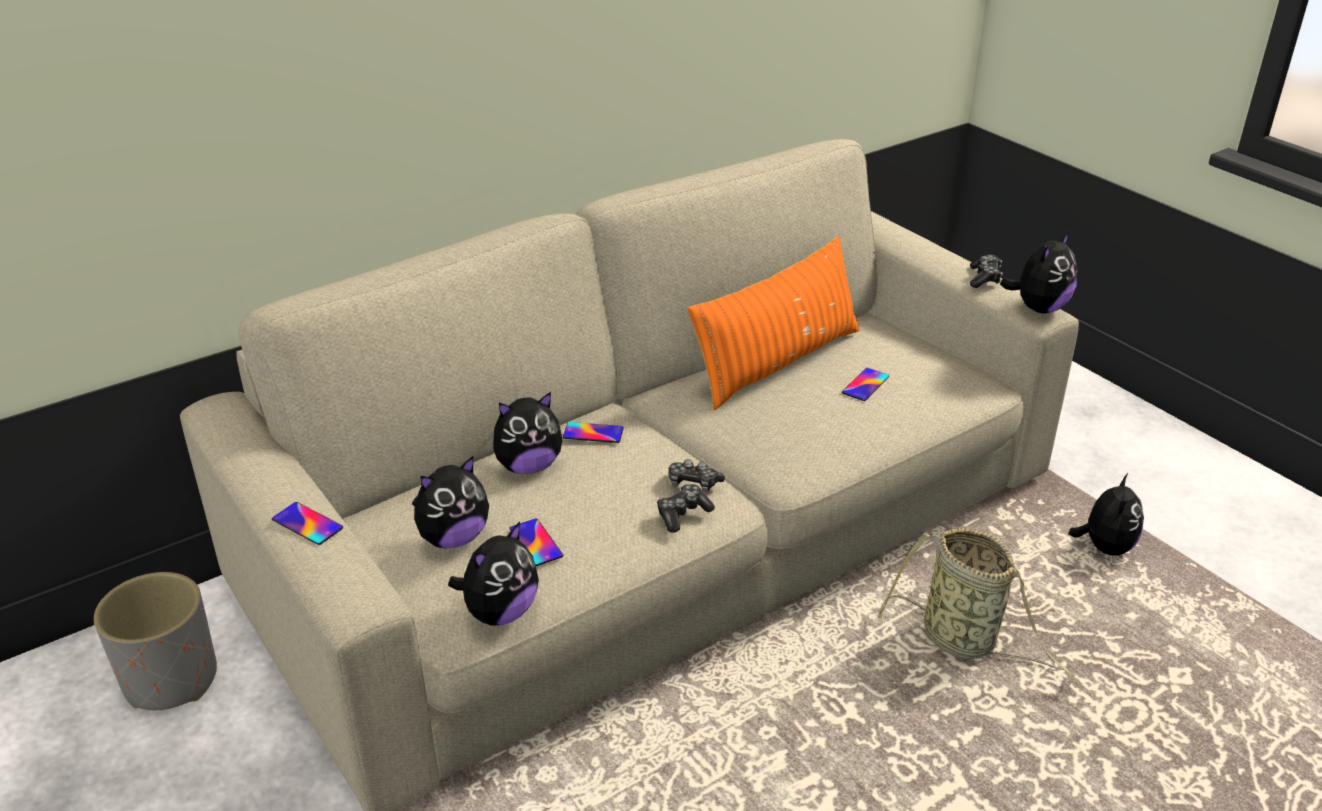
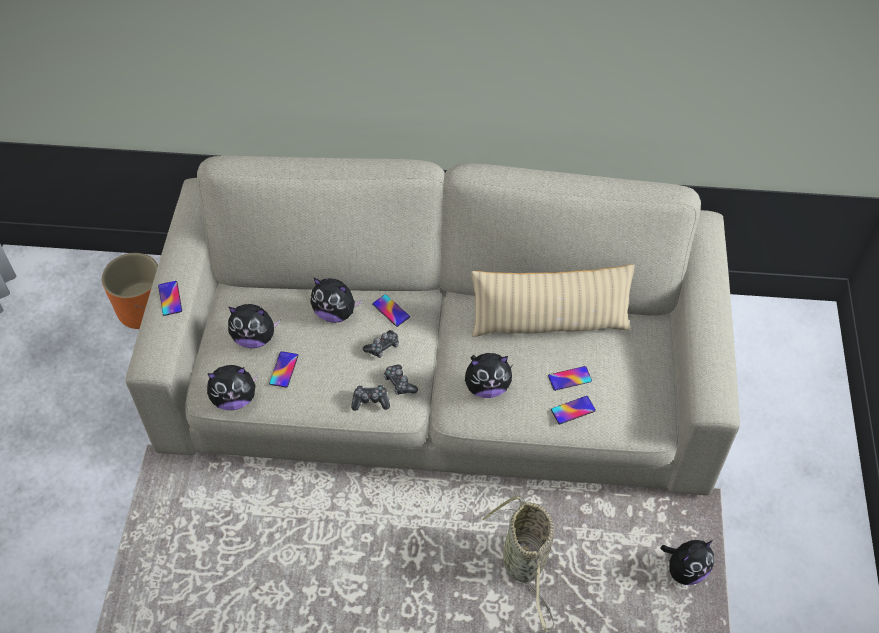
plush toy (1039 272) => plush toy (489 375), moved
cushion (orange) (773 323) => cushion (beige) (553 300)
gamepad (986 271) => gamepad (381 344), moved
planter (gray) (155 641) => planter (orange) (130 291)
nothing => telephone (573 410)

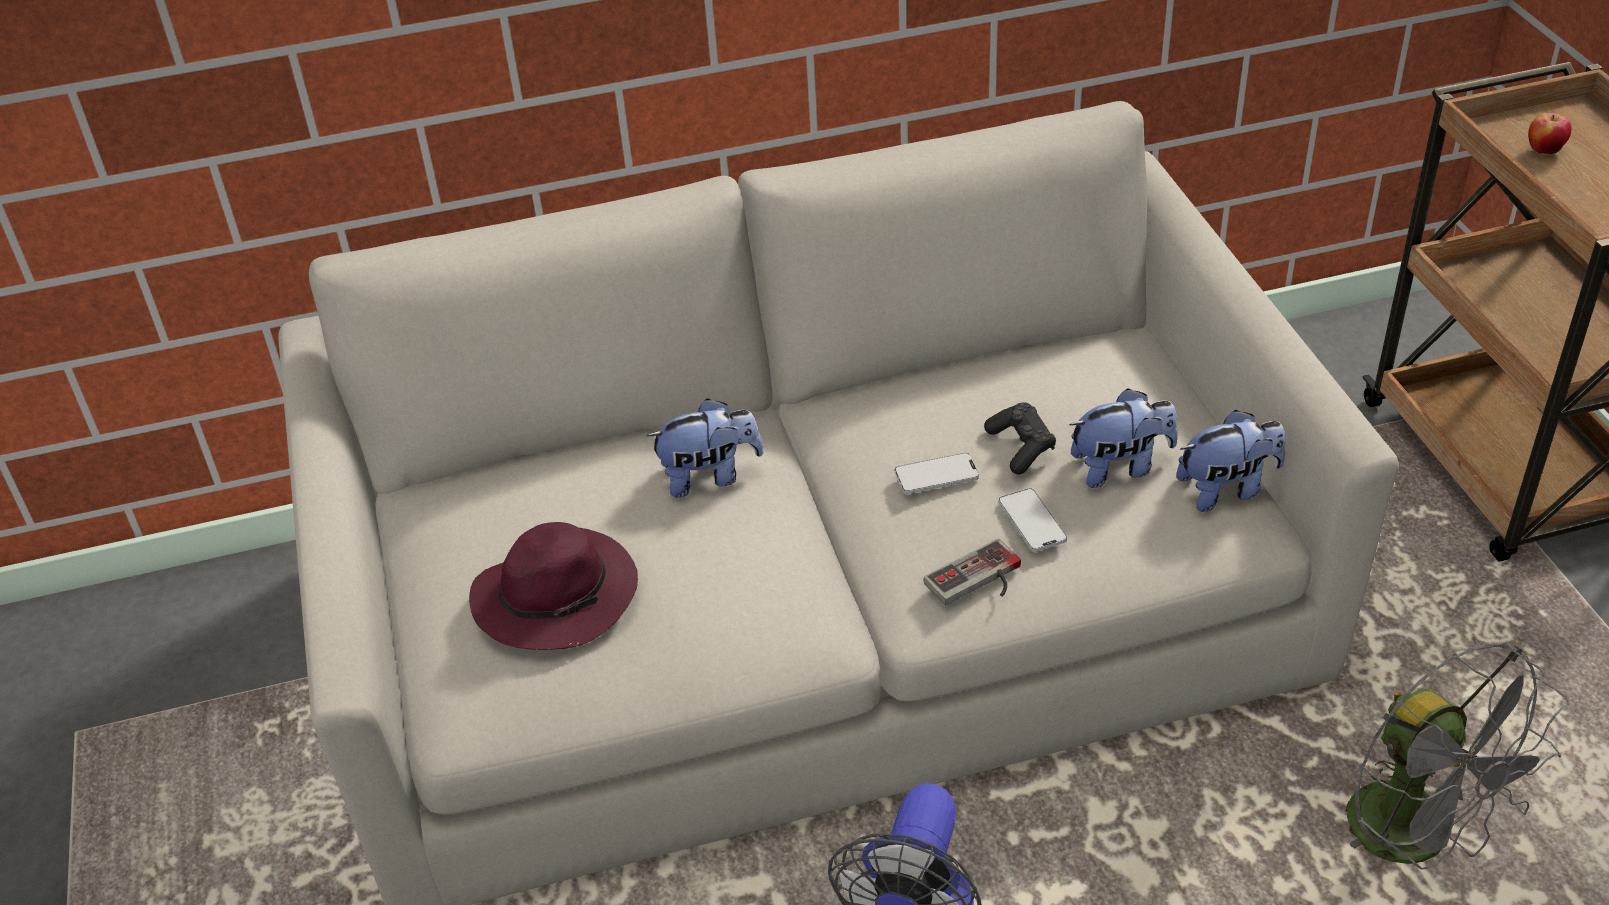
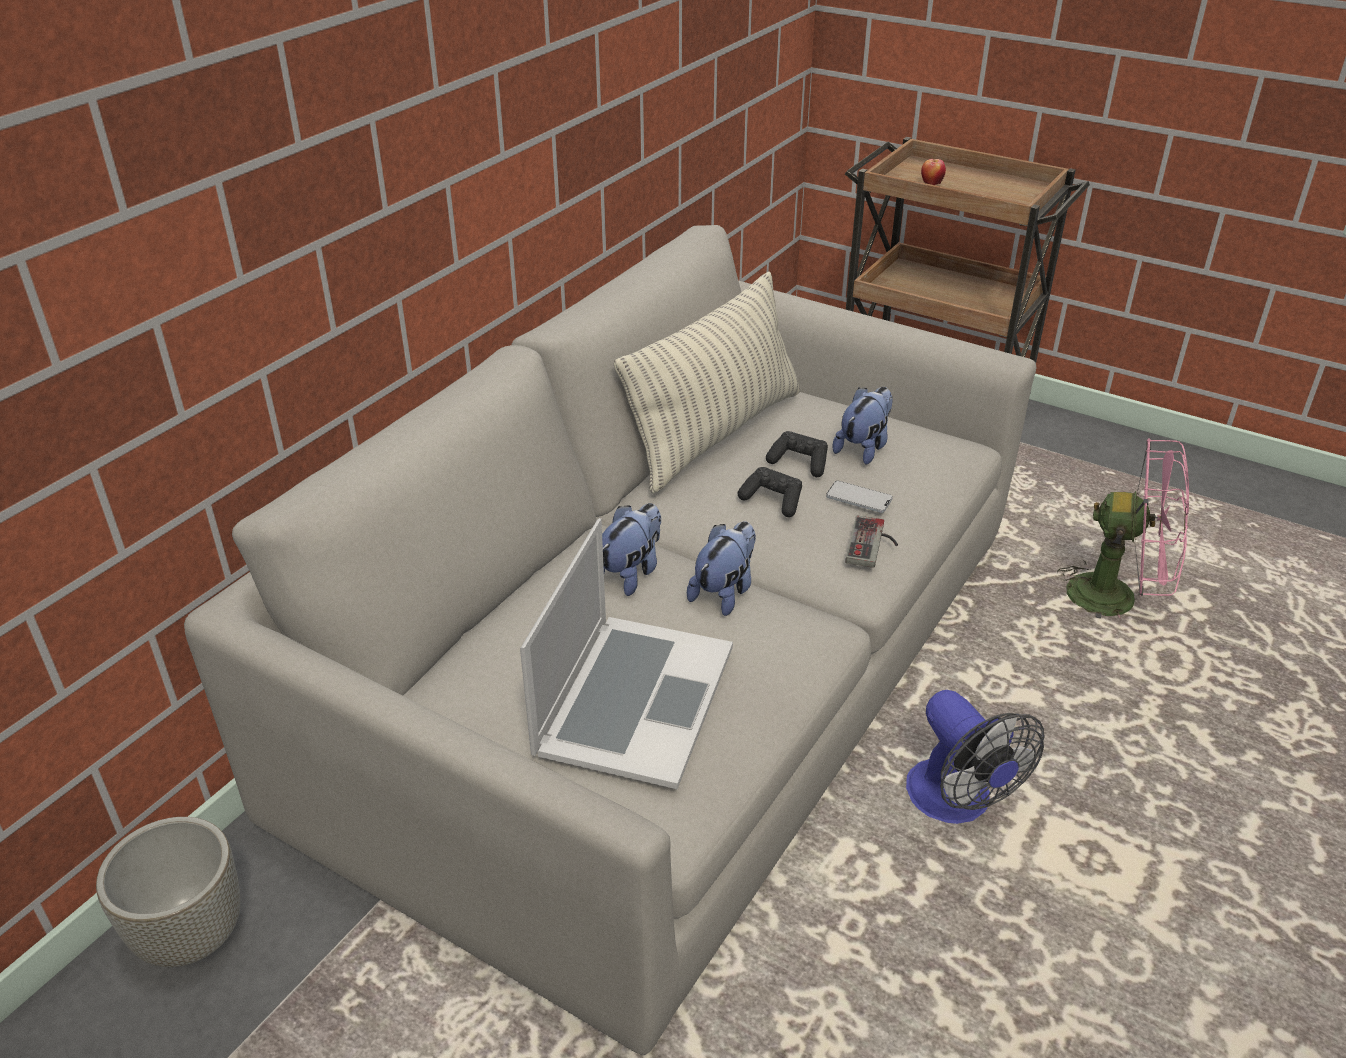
plush toy (1231 461) => plush toy (721 568), moved
telephone (937 473) => gamepad (blackish) (770 492)
hat (purple-coloured) (553 586) => notebook computer (626 653)
cooling fan (gray) (1457 756) => cooling fan (pink-coloured) (1123 528)
nothing => cushion (707 382)
nothing => planter (gray) (168 892)

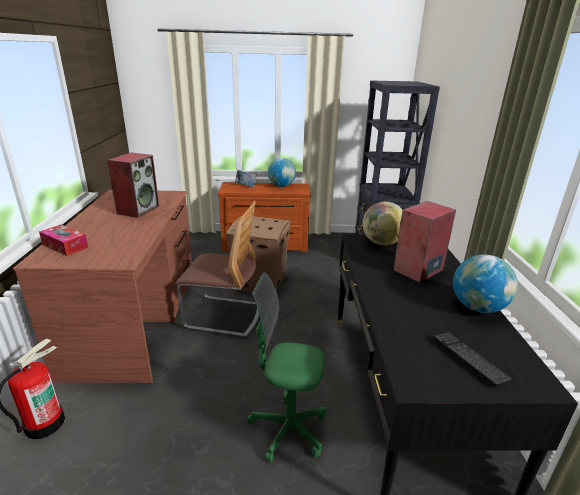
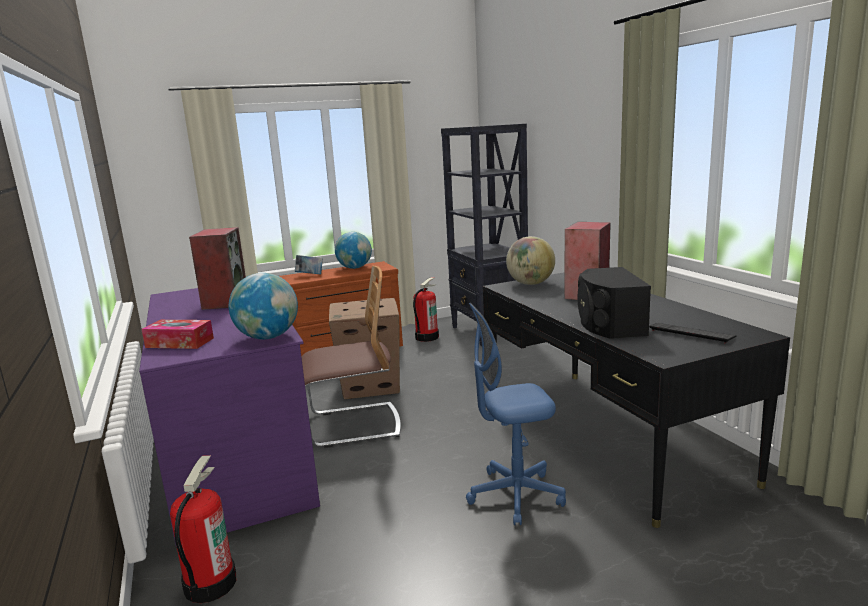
desk table (brownish) (102 286) => desk table (purple-coloured) (229 416)
desk globe (485 284) => desk globe (263 306), moved
office chair (greenish) (287 368) => office chair (blue-coloured) (516 414)
nothing => audio speaker (blackish) (614 303)
nothing => extinguisher (426 309)

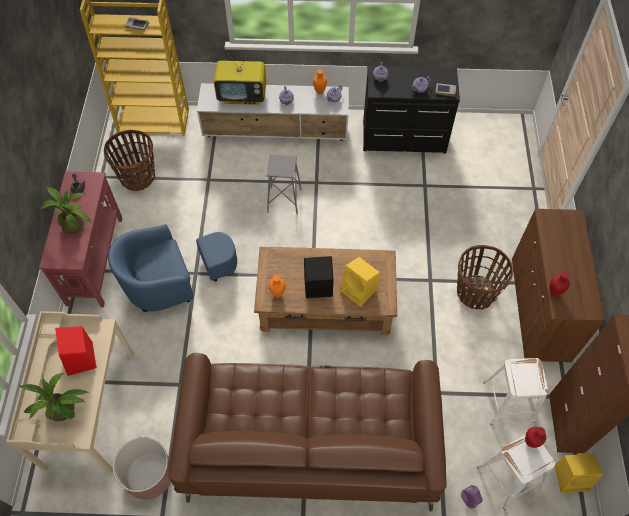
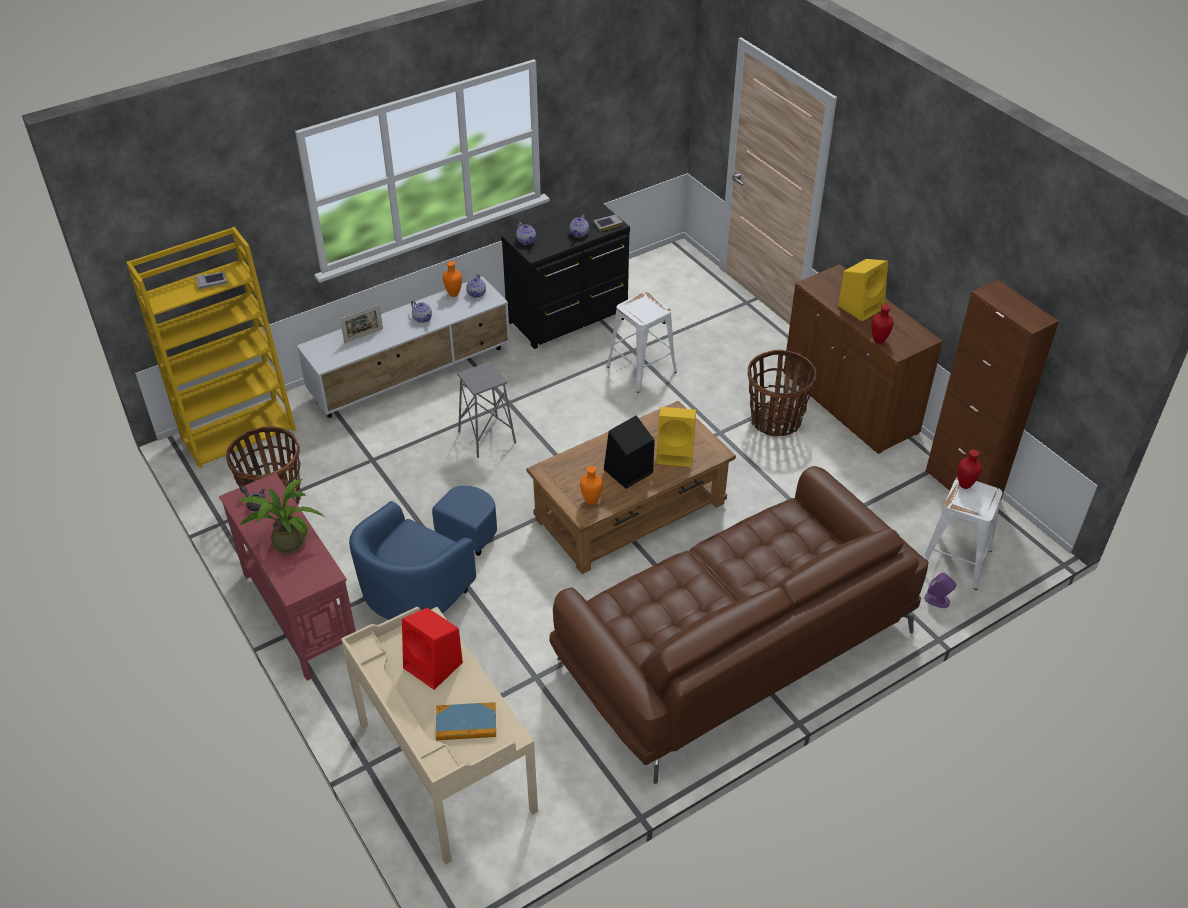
TV set (240 79) => photo frame (361 324)
stool (whitish) (515 391) => stool (whitish) (642 342), moved
houseplant (53 397) => book (466 721)
planter (brownish) (142 468) => nothing
audio speaker (yellowish) (578 473) => audio speaker (yellowish) (863 290), moved

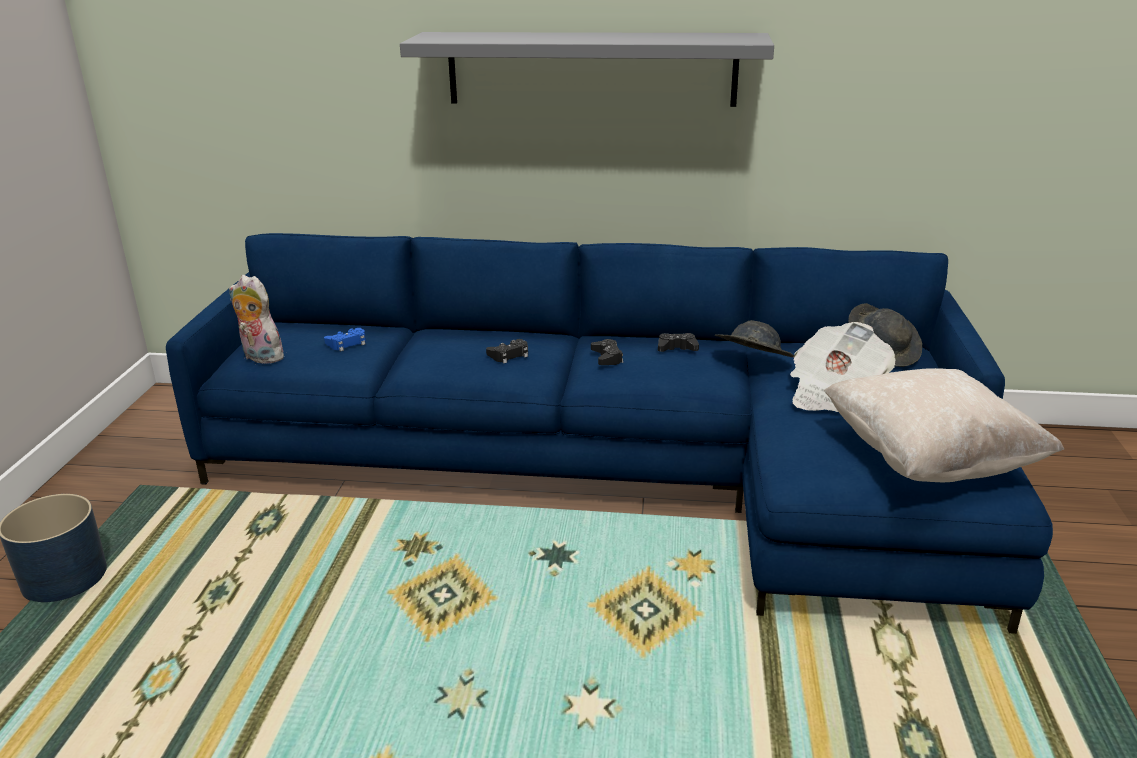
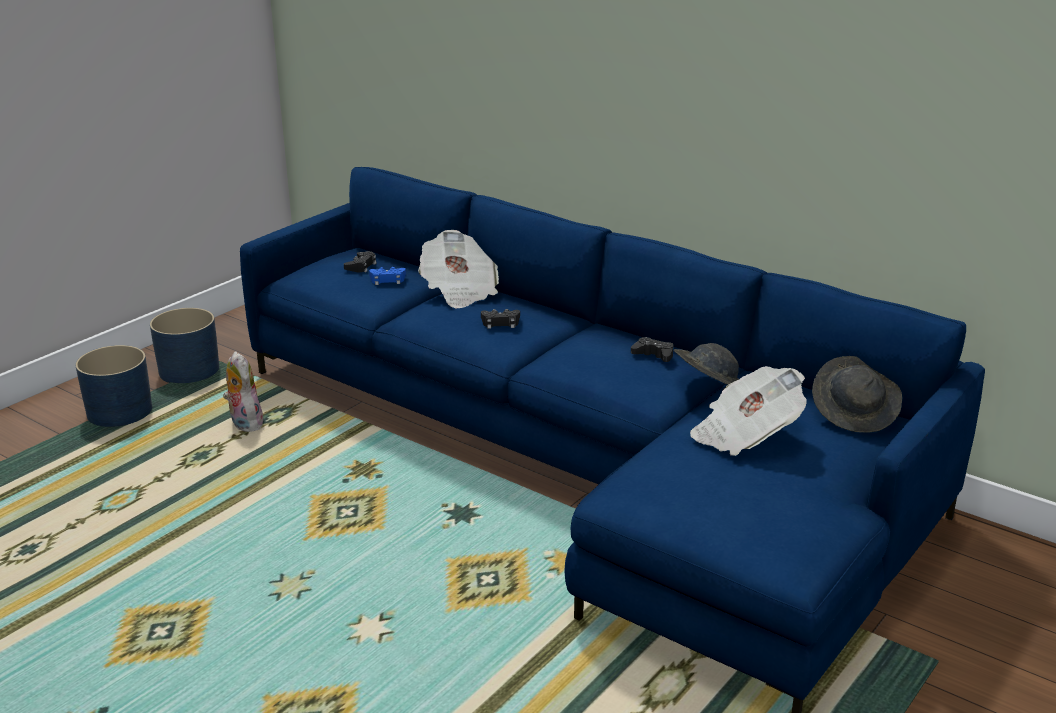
bracket shelf (gray) (587 69) => nothing
plush toy (258 319) => plush toy (243 391), moved
gamepad (blackish) (607 352) => gamepad (blackish) (360 261), moved
cushion (beige) (944 425) => nothing
nothing => newspaper (458 269)
nothing => planter (blue-coloured) (184 345)

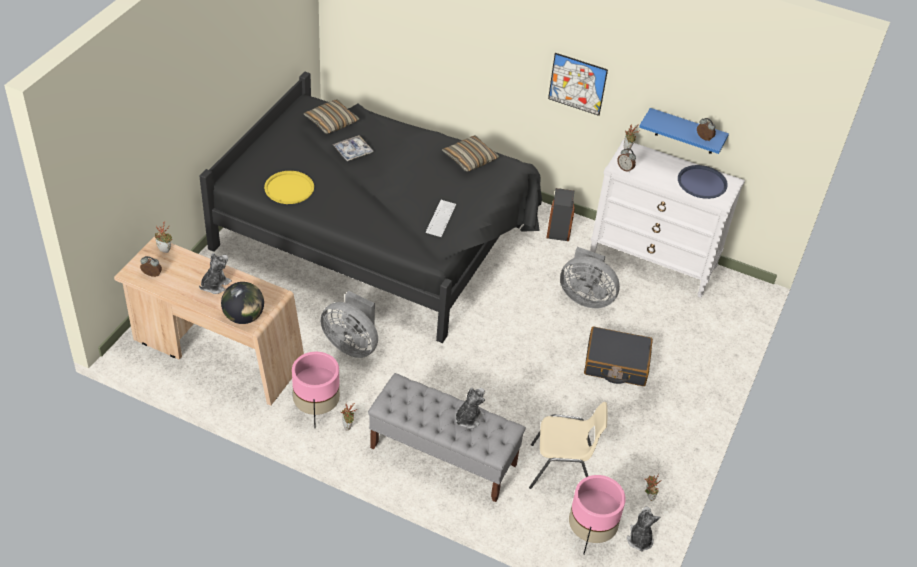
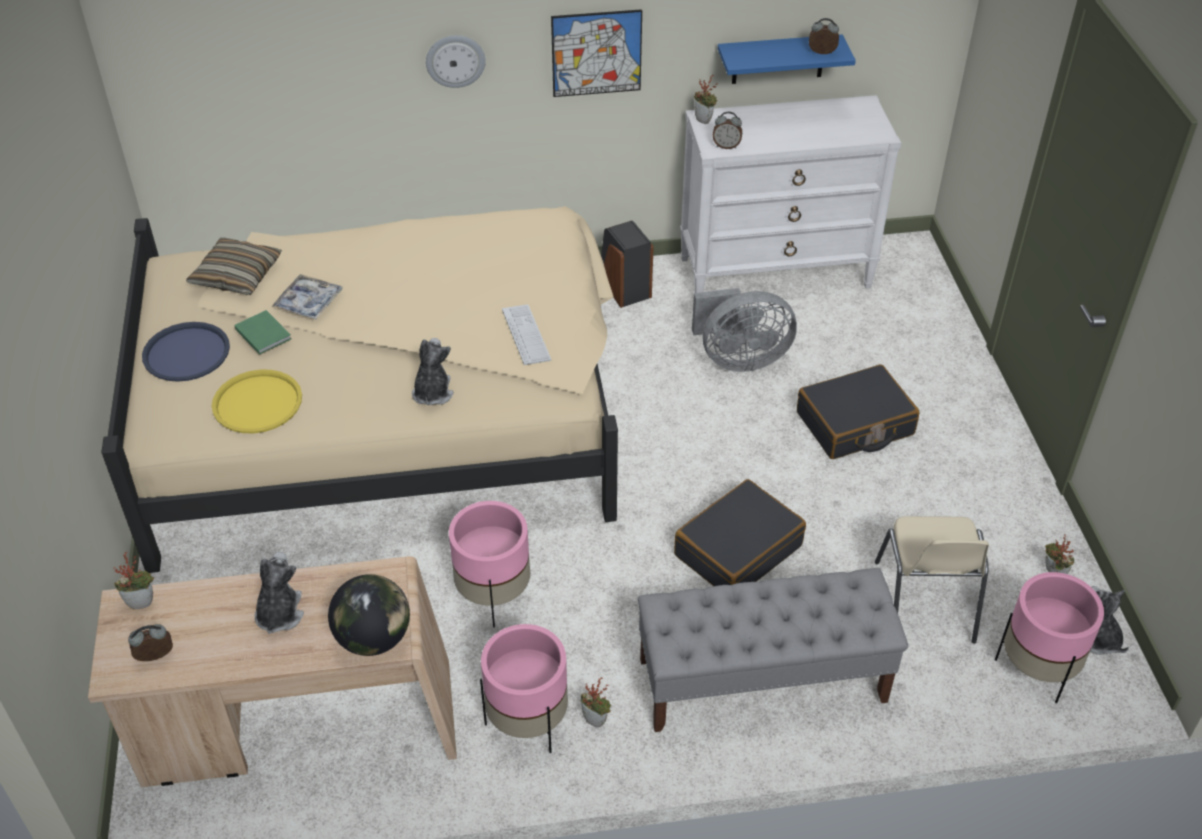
sleeping bed (blackish) (370 207) => sleeping bed (beige) (359 389)
cushion (470 153) => nothing
carrying tray (blue-coloured) (703 182) => carrying tray (blue-coloured) (186 352), moved
cooling fan (gray) (349 324) => planter (pink-coloured) (489 564)
plush toy (470 408) => plush toy (432 371), moved
plain chair (beige) (568 445) => plain chair (beige) (932 580), 120 degrees clockwise
nothing => hanging clock (456 61)
nothing => book (greenish) (262 332)
nothing => suitcase (blackish) (740 532)

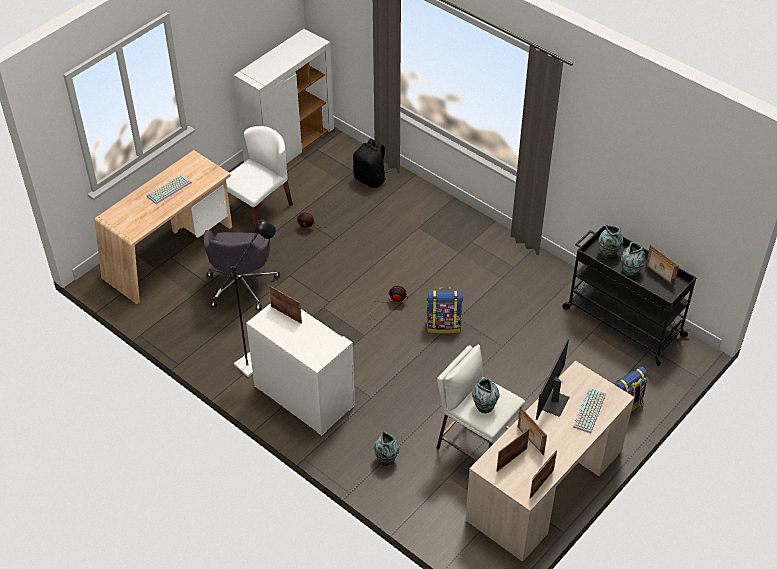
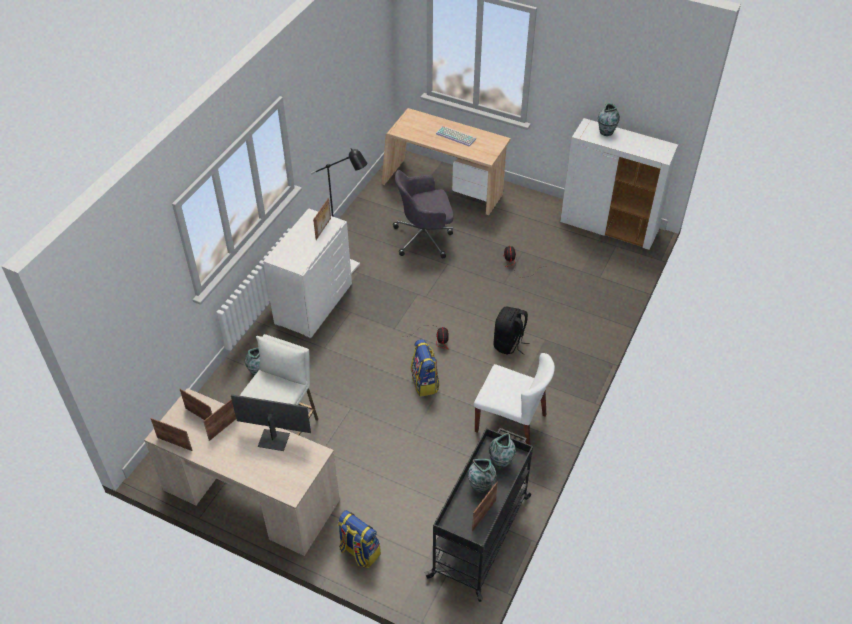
plain chair (whitish) (259 179) => plain chair (whitish) (514 399), moved
knapsack (blackish) (370 163) => knapsack (blackish) (512 331), moved
vase (485 395) => vase (609 119), moved
computer keyboard (589 410) => nothing

